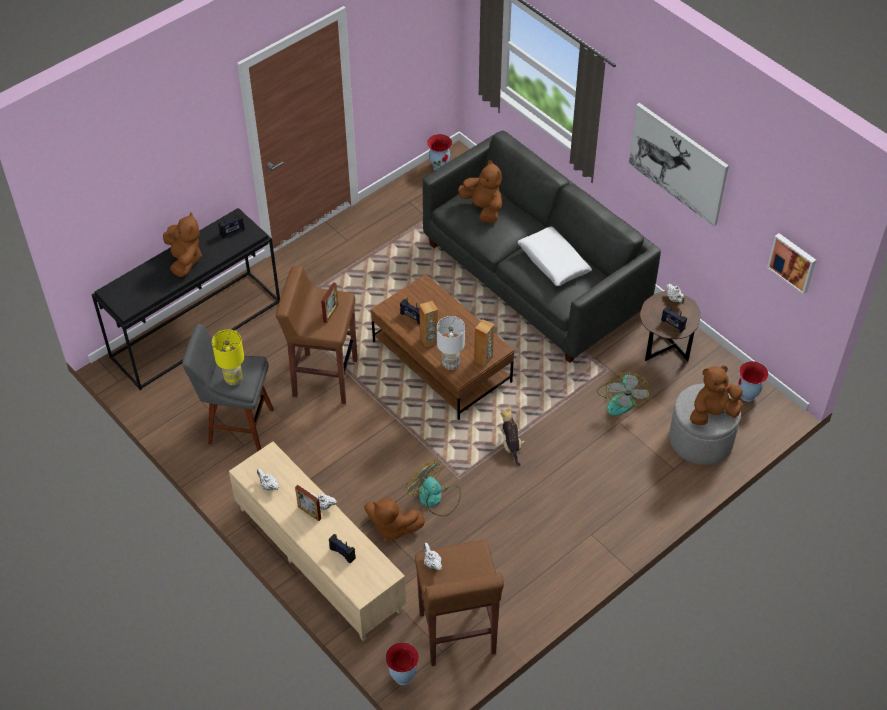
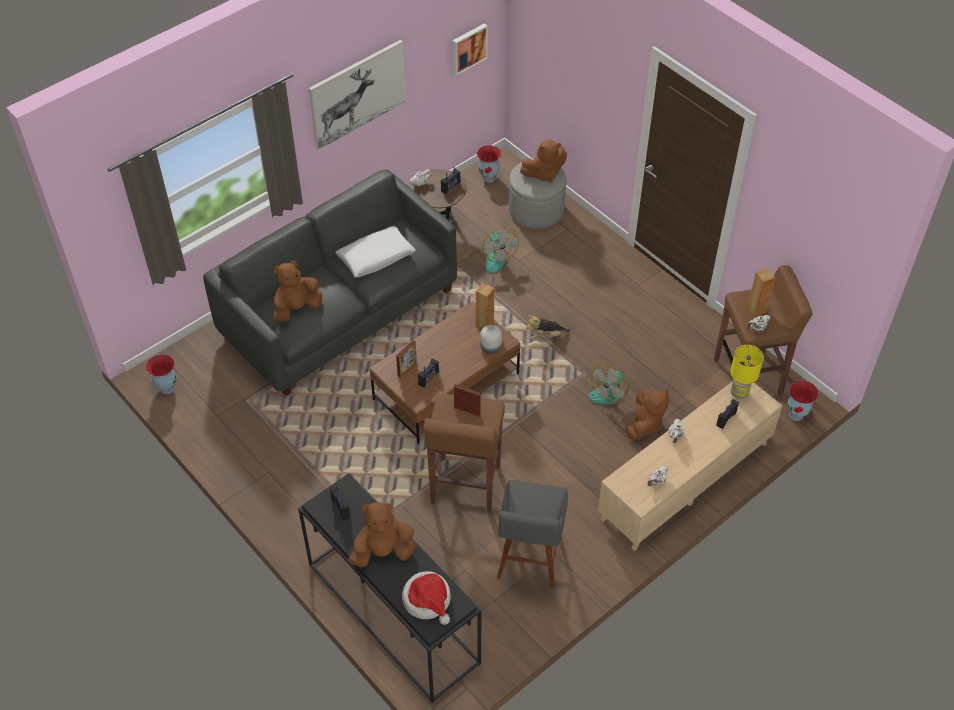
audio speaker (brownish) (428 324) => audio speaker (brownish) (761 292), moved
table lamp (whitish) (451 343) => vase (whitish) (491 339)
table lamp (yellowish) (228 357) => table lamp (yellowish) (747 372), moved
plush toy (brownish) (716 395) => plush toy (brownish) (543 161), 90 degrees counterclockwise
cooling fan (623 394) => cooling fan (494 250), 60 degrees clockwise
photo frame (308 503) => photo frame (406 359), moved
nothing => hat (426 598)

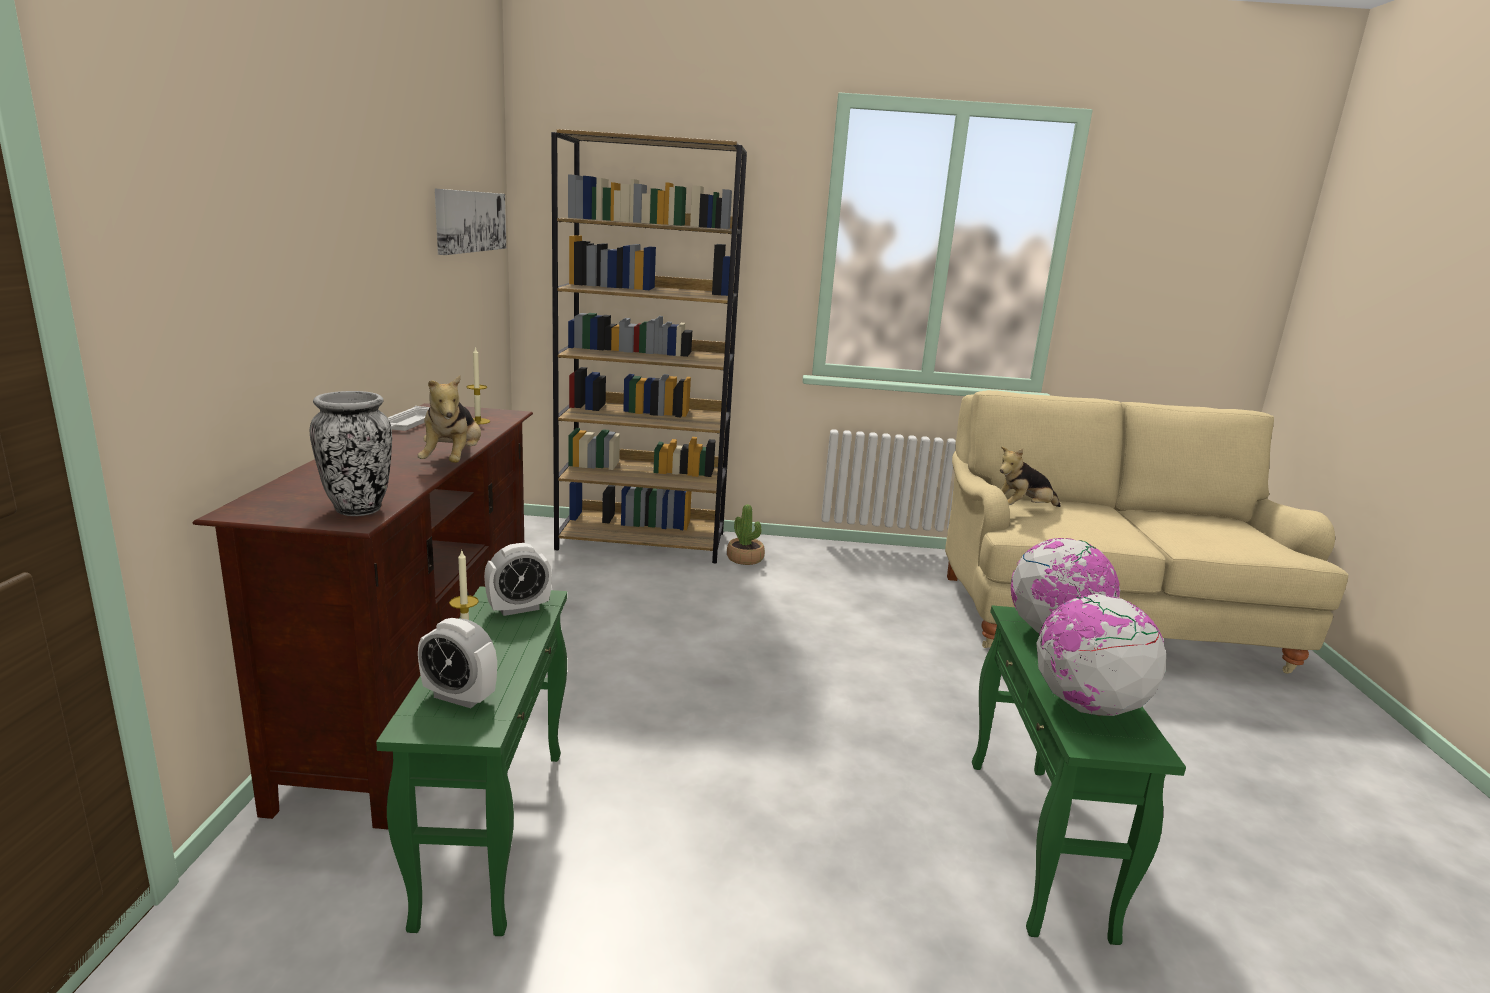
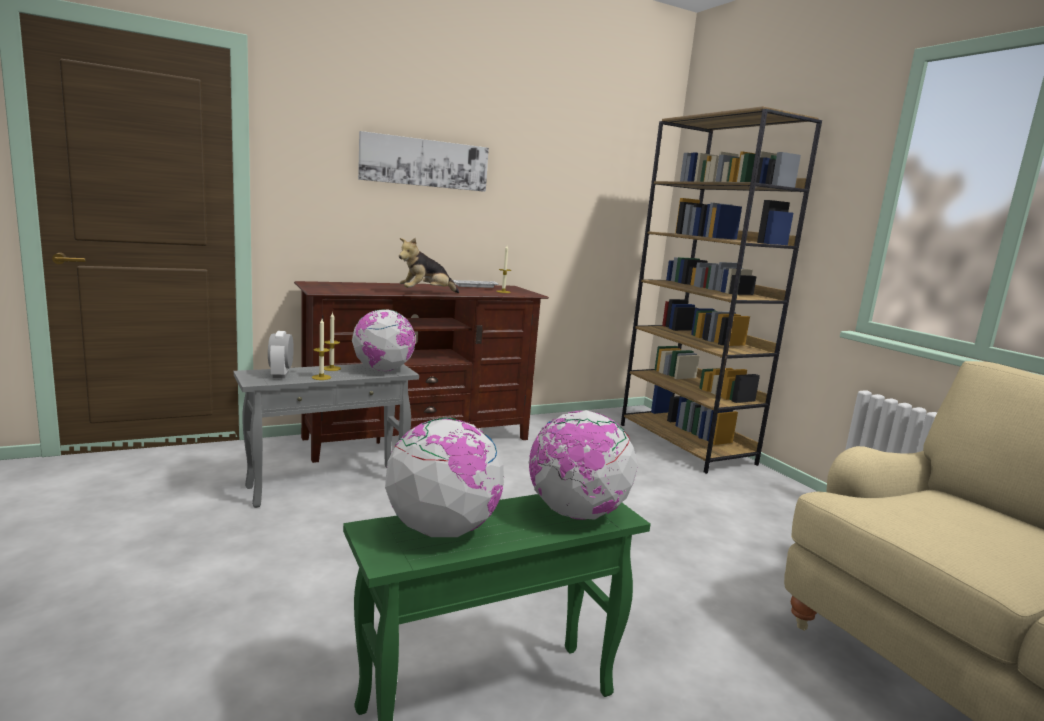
wall picture (470 222) => wall picture (423 161), moved
vase (351 453) => nothing
plush toy (1030 477) => nothing
houseplant (746 534) => nothing
table clock (518 579) => desk globe (383 340)
end table (greenish) (471 761) => end table (gray) (326 436)
nothing => wax candle (321 349)

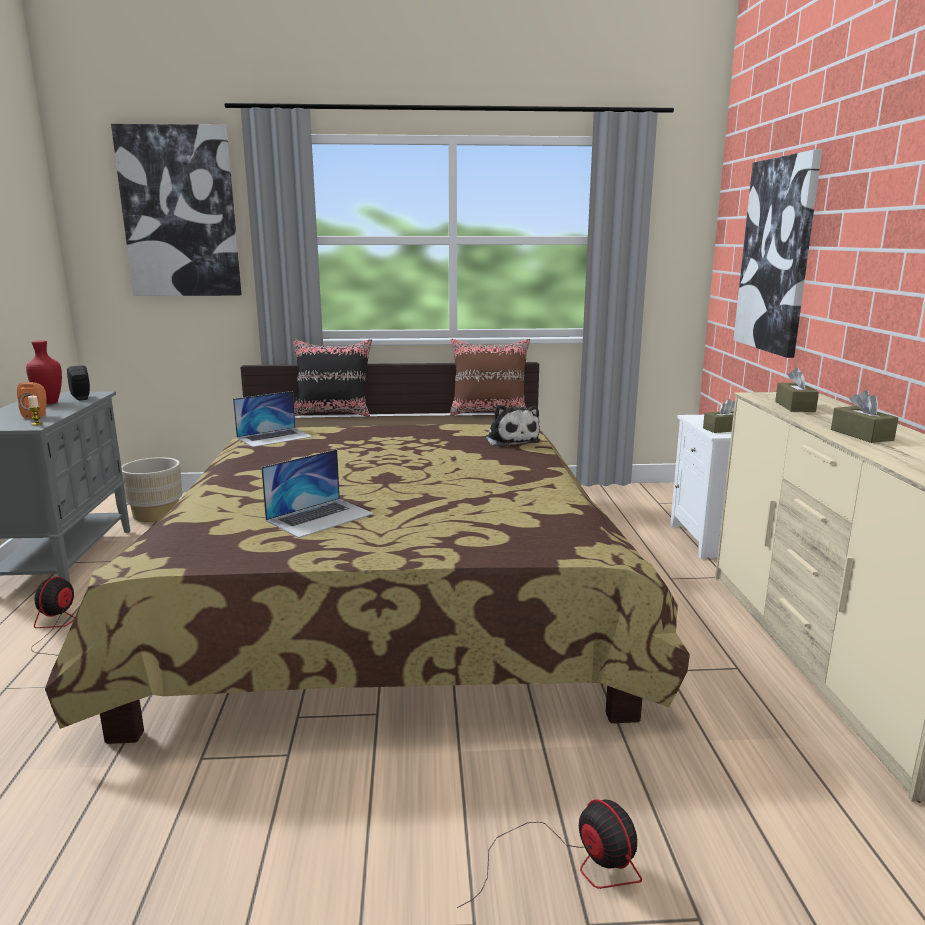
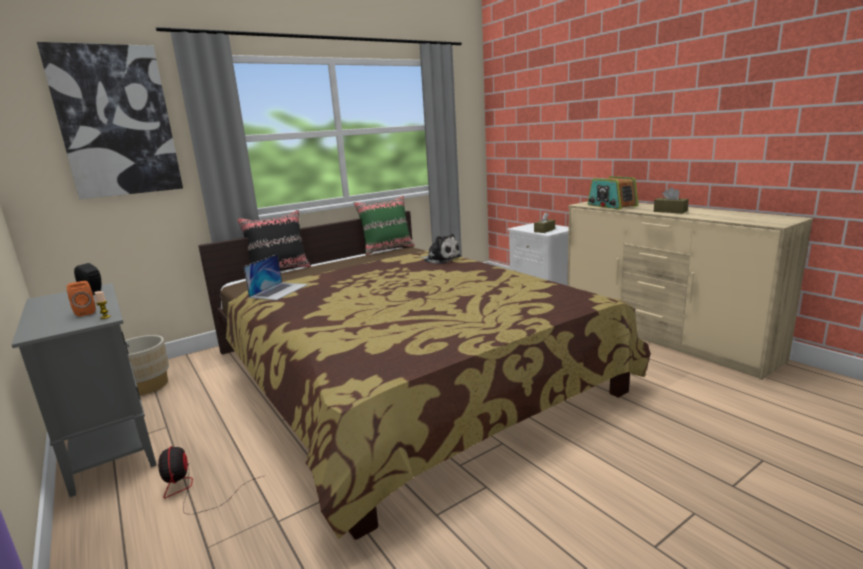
wall picture (777 254) => nothing
cushion (brownish) (490 377) => cushion (greenish) (384 225)
vase (reddish) (44 372) => nothing
box of tissues (brownish) (797 390) => radio receiver (613 193)
notebook computer (317 493) => nothing
cooling fan (549 853) => nothing

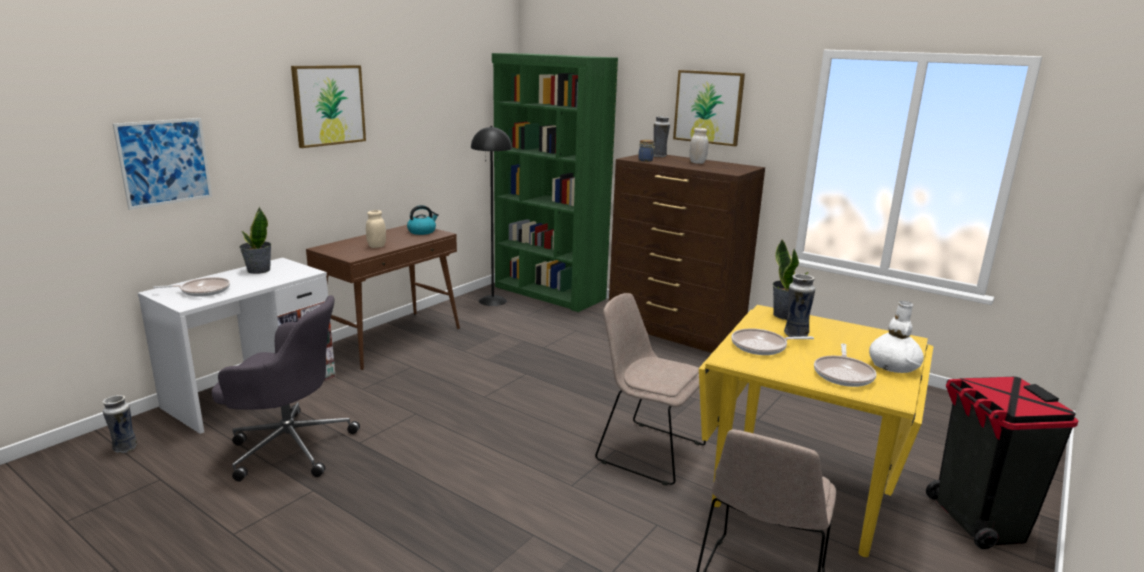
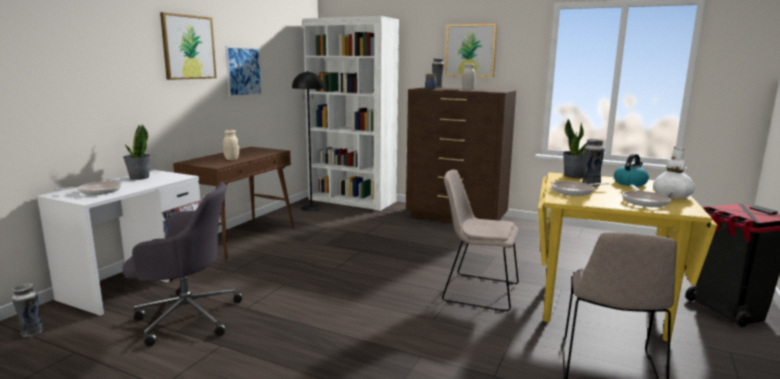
bookcase (greenish) (555 182) => bookcase (whitish) (350 113)
wall picture (162 164) => wall picture (244 71), moved
kettle (423 220) => kettle (631 170), moved

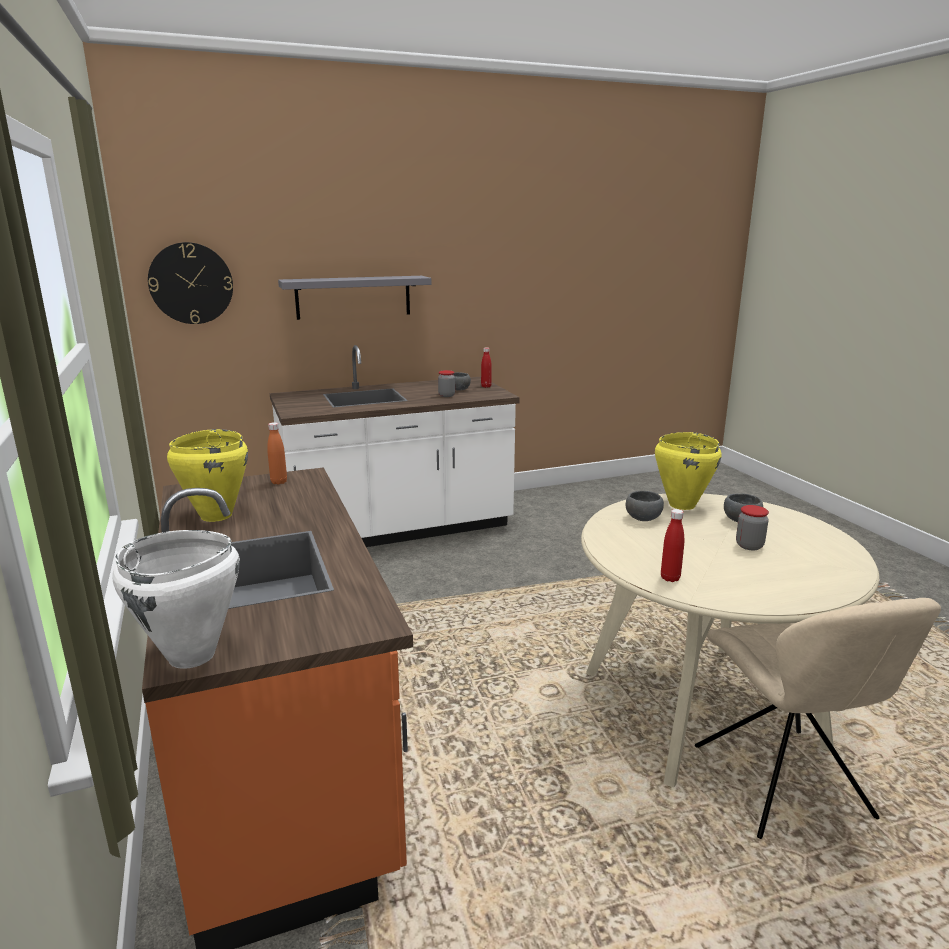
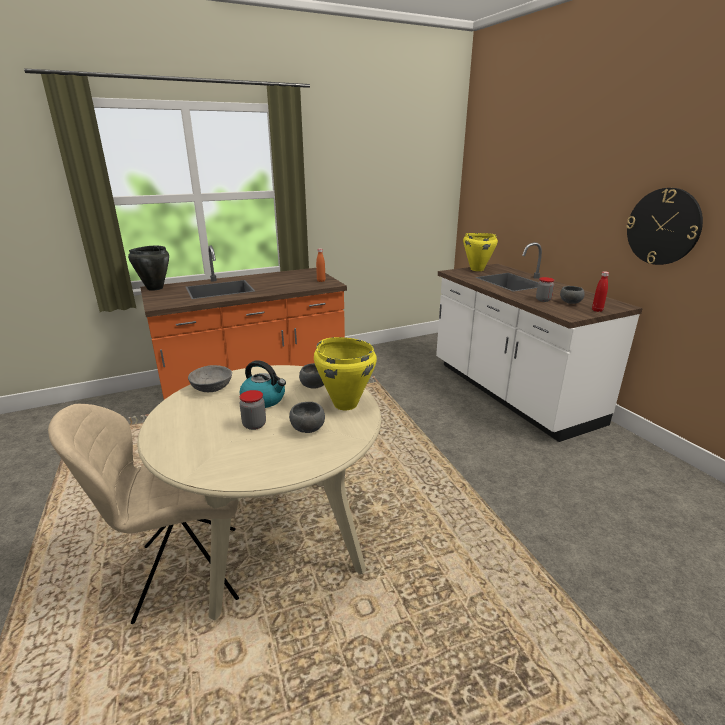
hanging clock (190 283) => hanging clock (664 226), moved
bracket shelf (gray) (354 298) => nothing
stockpot (yellowish) (207 475) => stockpot (yellowish) (480 252), moved
drink bottle (reddish) (672 545) => bowl (gray) (210 378)
stockpot (whitish) (176 599) => stockpot (blackish) (148 268)
nothing => kettle (263 384)

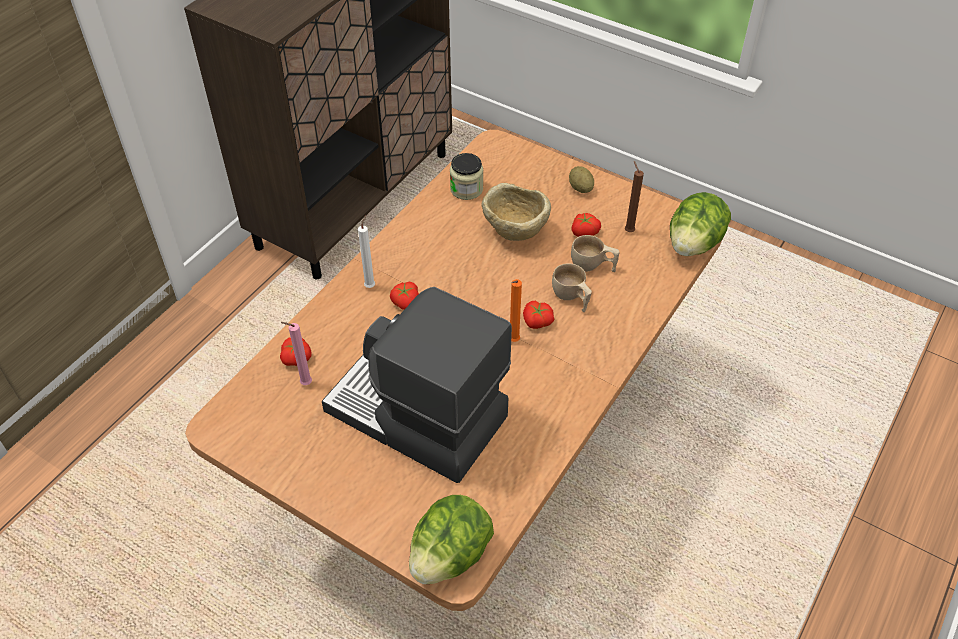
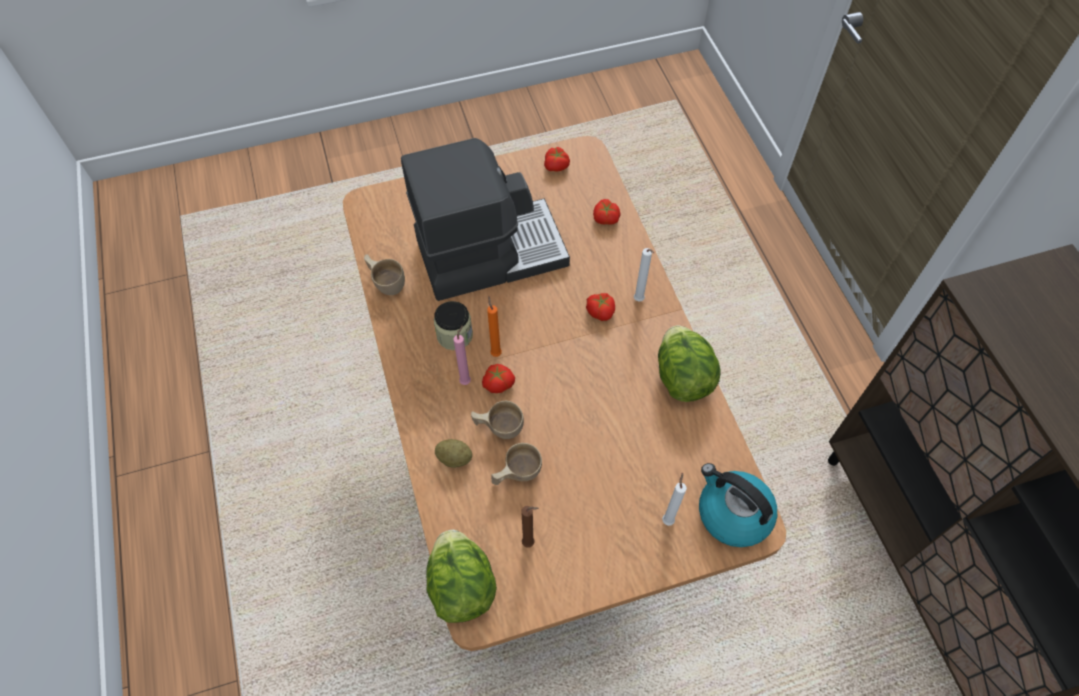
storage jar (466 176) => storage jar (453 325), moved
potato (581 179) => potato (453 453), moved
bowl (beige) (516 212) => nothing
fresh tomato (586 225) => fresh tomato (557 159), moved
wax candle (pink-coloured) (296 353) => wax candle (pink-coloured) (462 355), moved
lettuce (451 539) => lettuce (689 363), moved
nothing => cup (beige) (384 274)
nothing => kettle (738 505)
nothing => wax candle (whitish) (674 499)

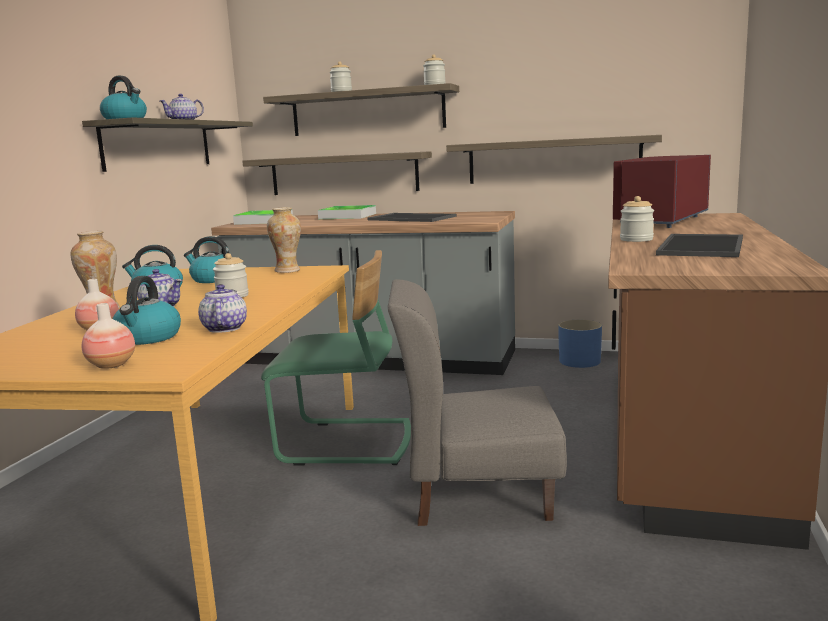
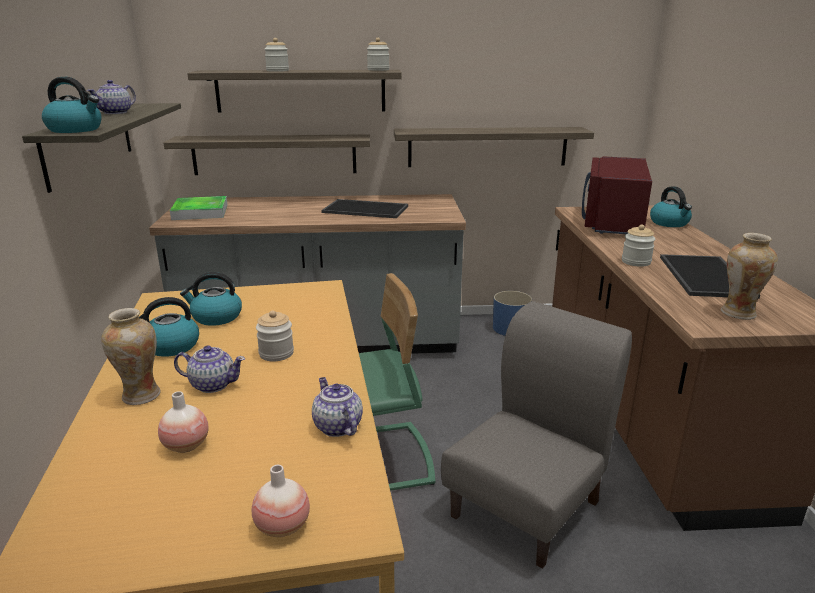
carrying tray (347 212) => nothing
vase (284 240) => vase (749 276), moved
kettle (146 310) => kettle (671 206), moved
plain chair (gray) (477 402) => plain chair (gray) (536 435), 150 degrees clockwise

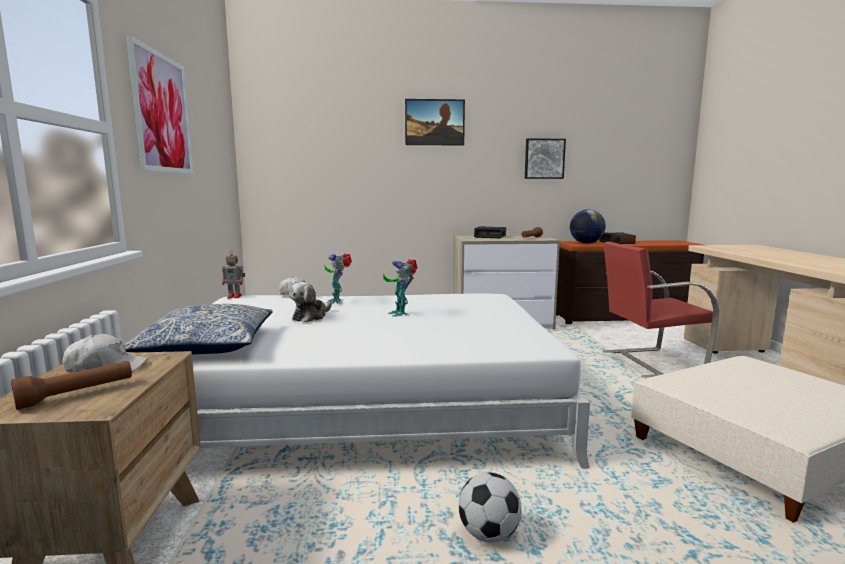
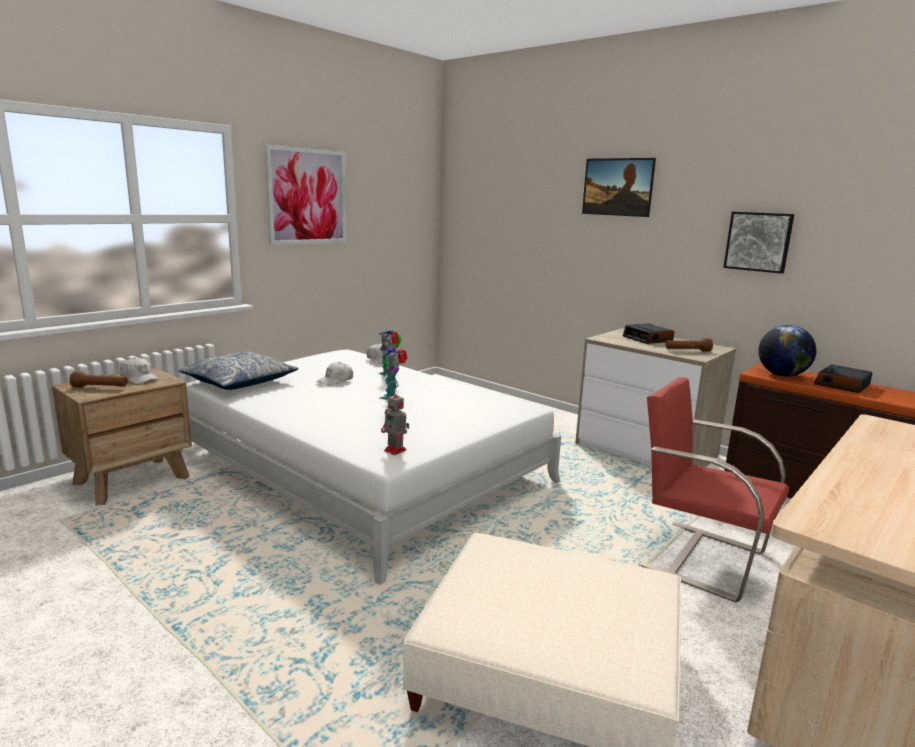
toy robot (233 274) => toy robot (395 423), moved
plush toy (310 302) => peaked cap (whitish) (334 374)
football (490 507) => nothing

